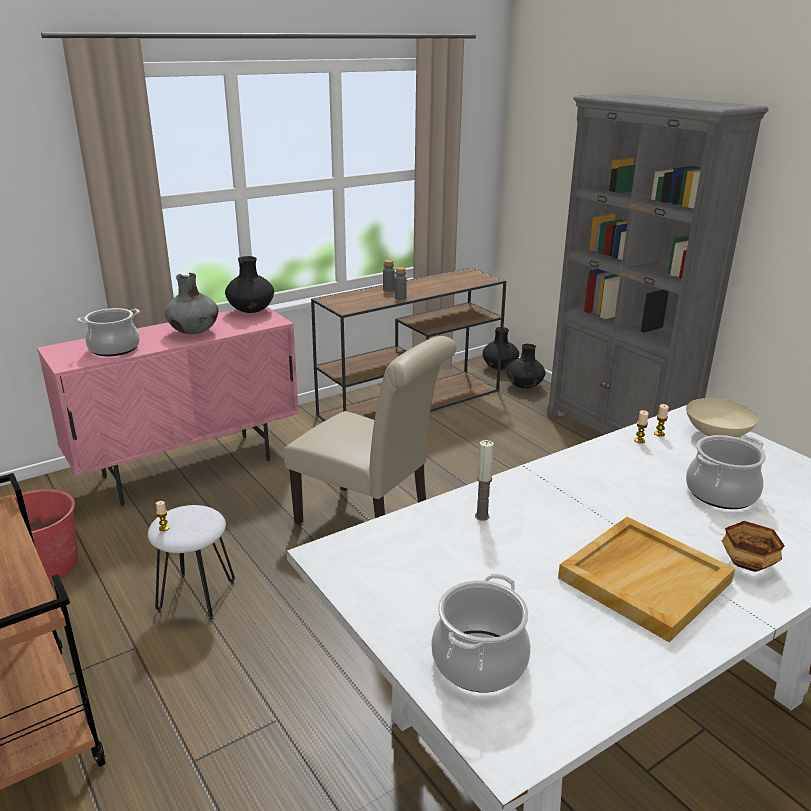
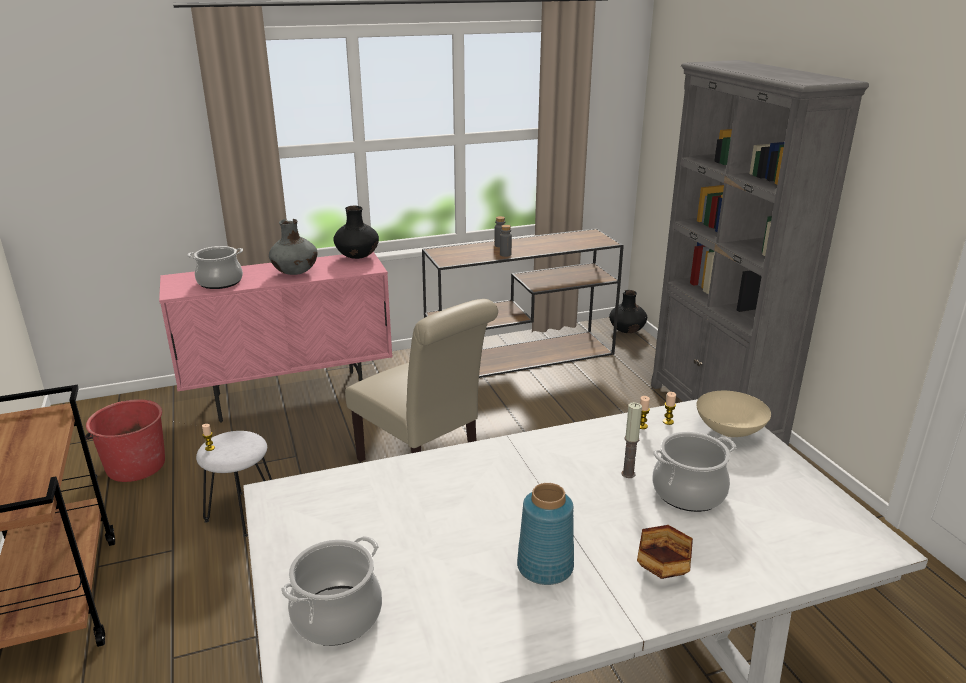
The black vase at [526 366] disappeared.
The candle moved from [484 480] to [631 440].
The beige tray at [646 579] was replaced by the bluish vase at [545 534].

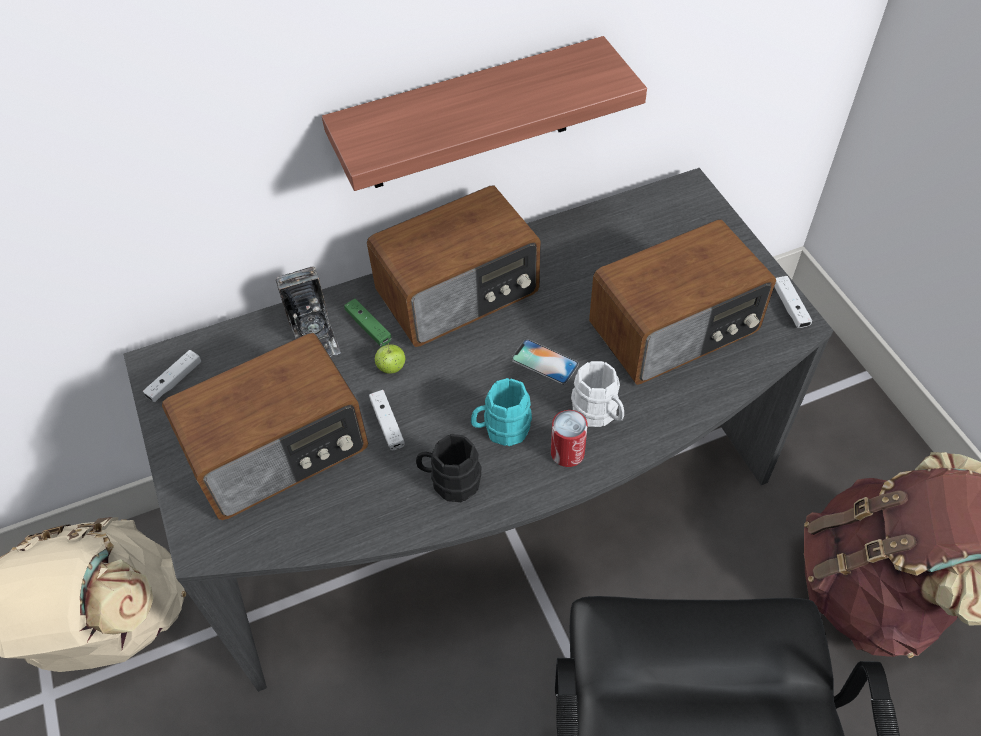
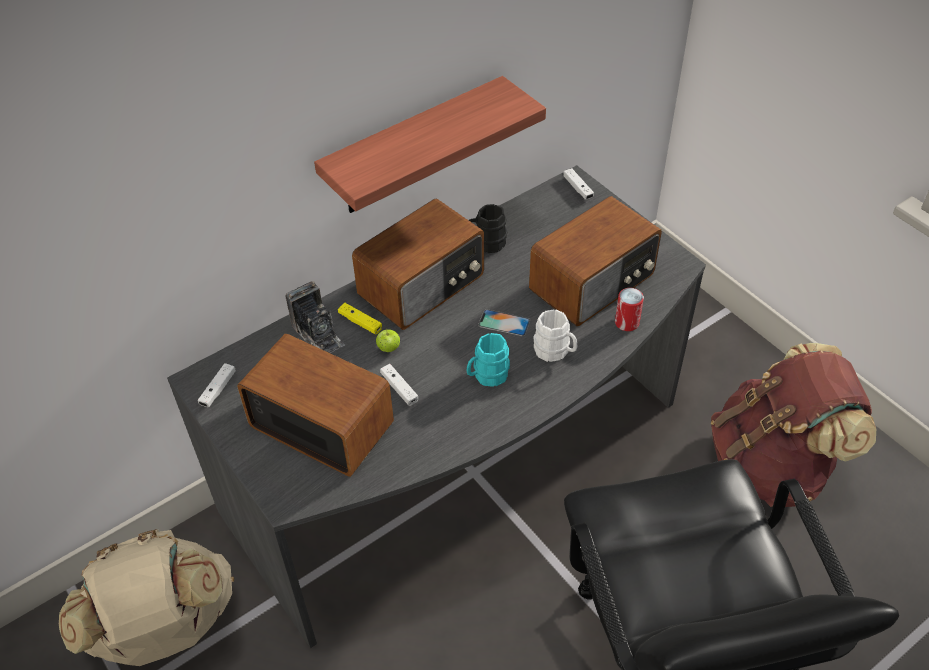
The whitish joypad moved from [793 302] to [578 184].
The greenish joypad at [367 322] became the yellowish joypad at [360 318].
The radio at [265 426] turned 105 degrees counterclockwise.
The sealed can moved from [569 438] to [629 309].
The black mug moved from [448 468] to [488 228].

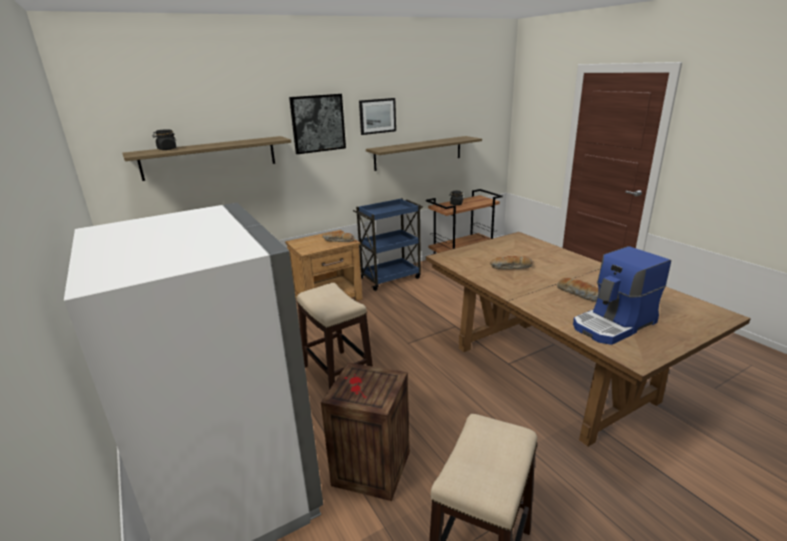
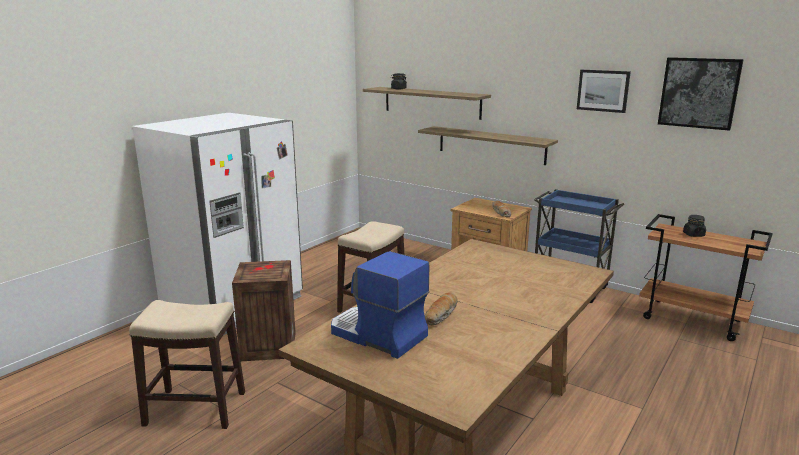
The wall art moved from [317 124] to [701 94].
The shelf moved from [424 153] to [488 145].
The baked bread at [511 262] disappeared.

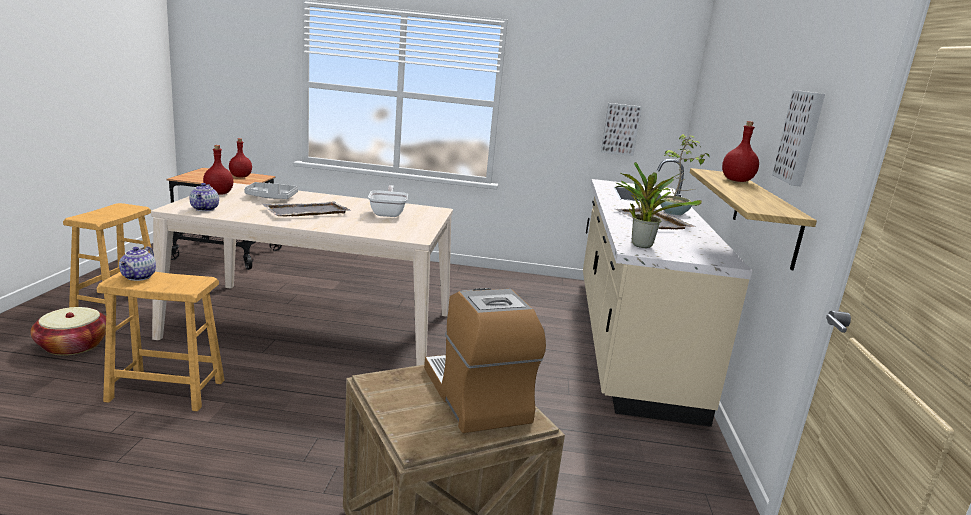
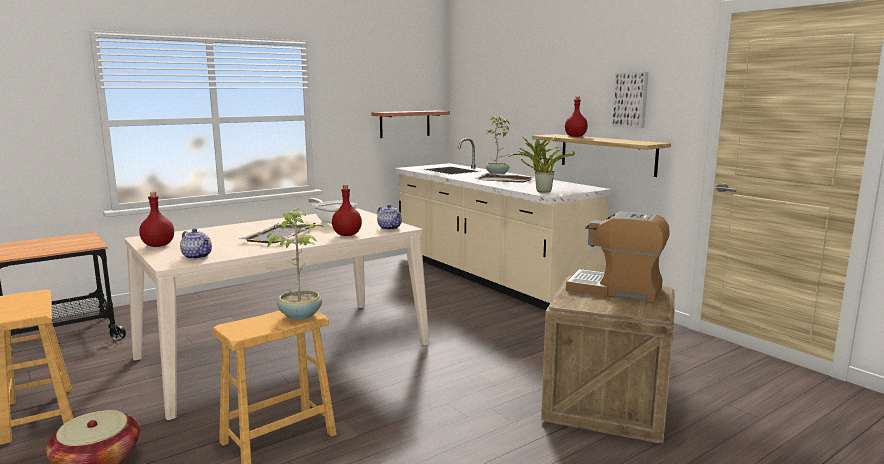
The wall art at [621 129] was replaced by the shelf at [410 124].
The red-coloured bottle moved from [240 157] to [347 210].
The grey tray at [271 190] disappeared.
The pot for tea moved from [137 263] to [389 217].
The houseplant at [293 264] appeared.

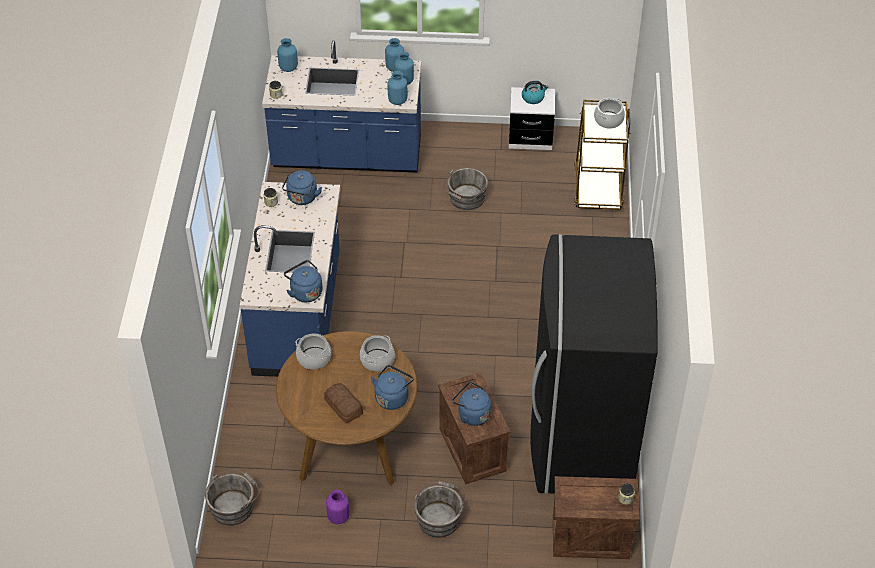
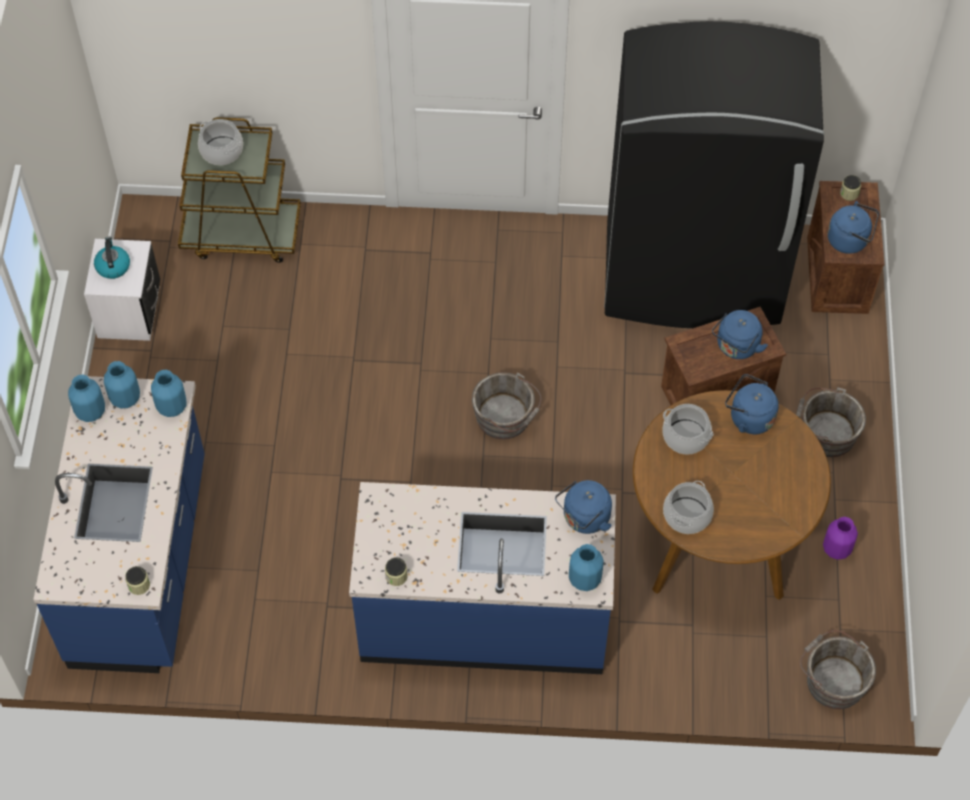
The bluish vase moved from [287 55] to [586 567].
The grey pail moved from [466 189] to [506 405].
The bluish kettle moved from [302 188] to [853 227].
The baked bread at [343 403] disappeared.

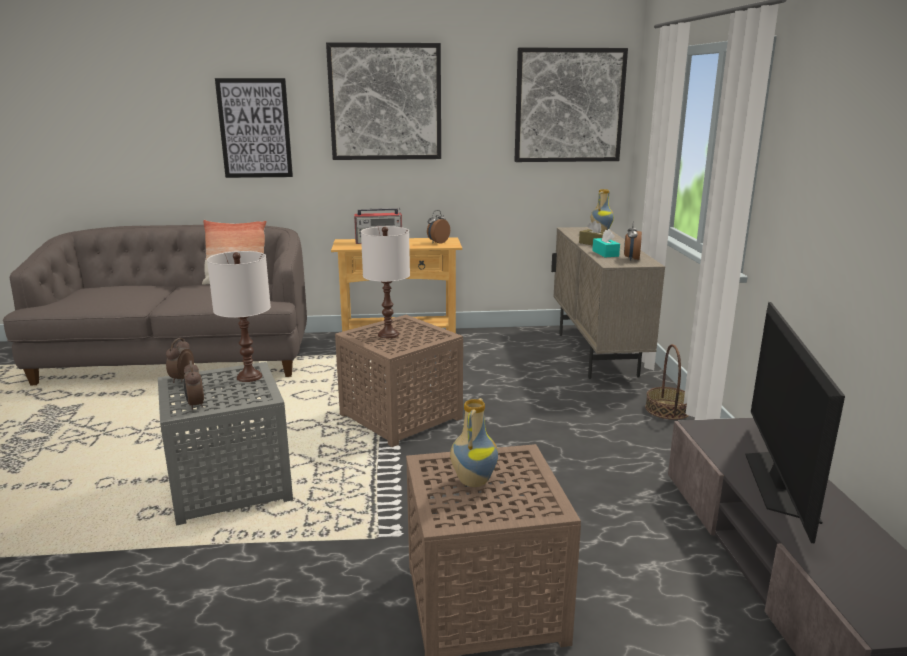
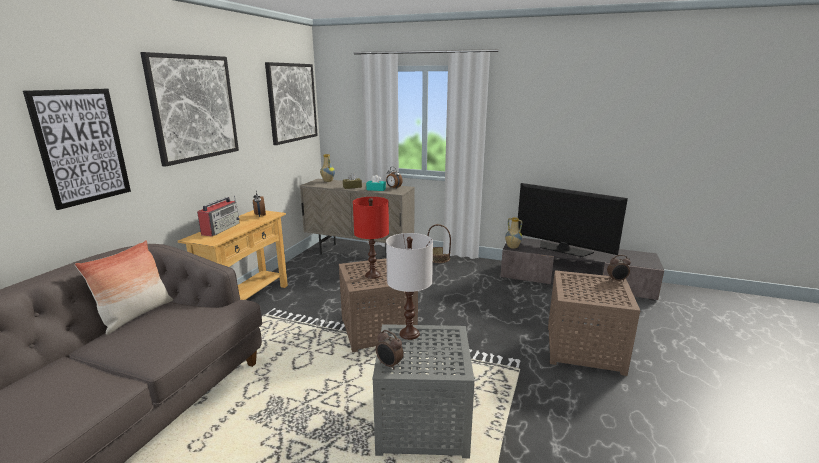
The whitish table lamp at [385 282] became the red-coloured table lamp at [371 238].
The bedside clock moved from [194 385] to [619 268].
The vase moved from [474 442] to [513 233].

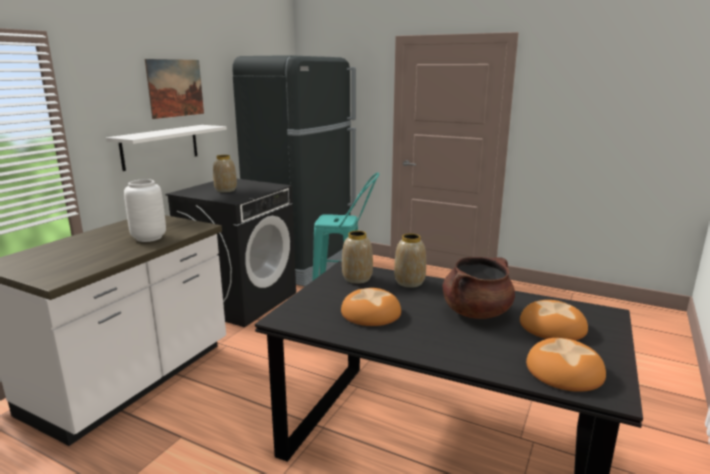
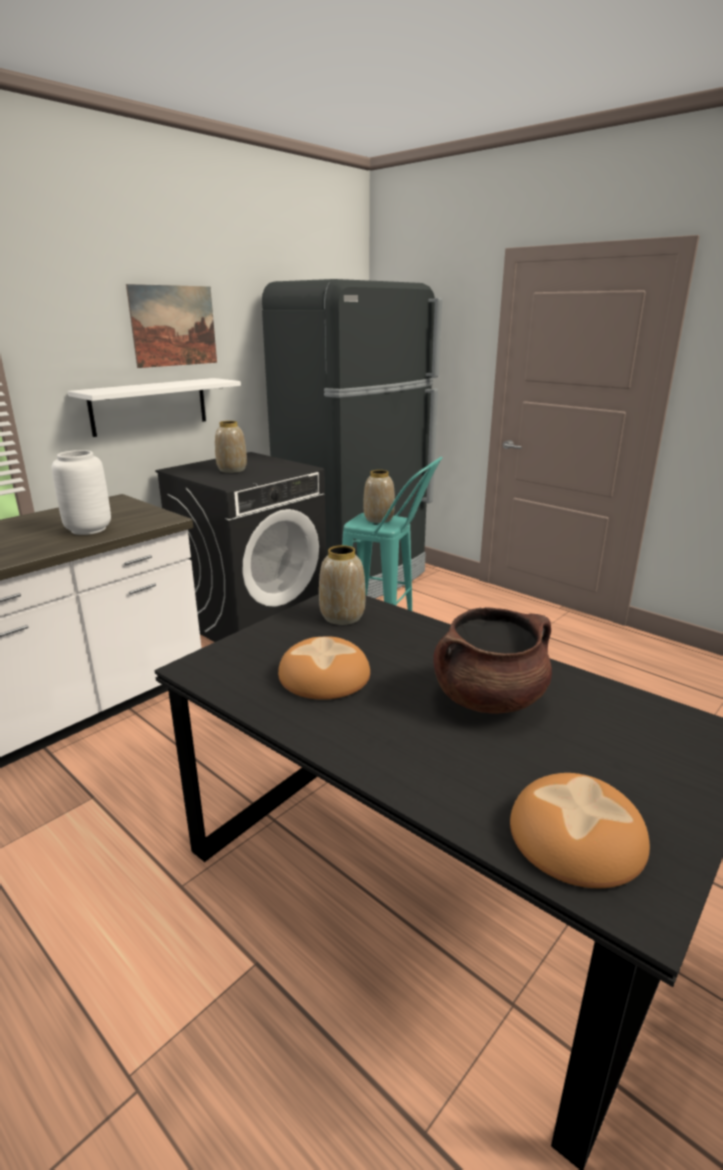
The vase moved from [410 260] to [379 496].
The baked bread at [554 320] disappeared.

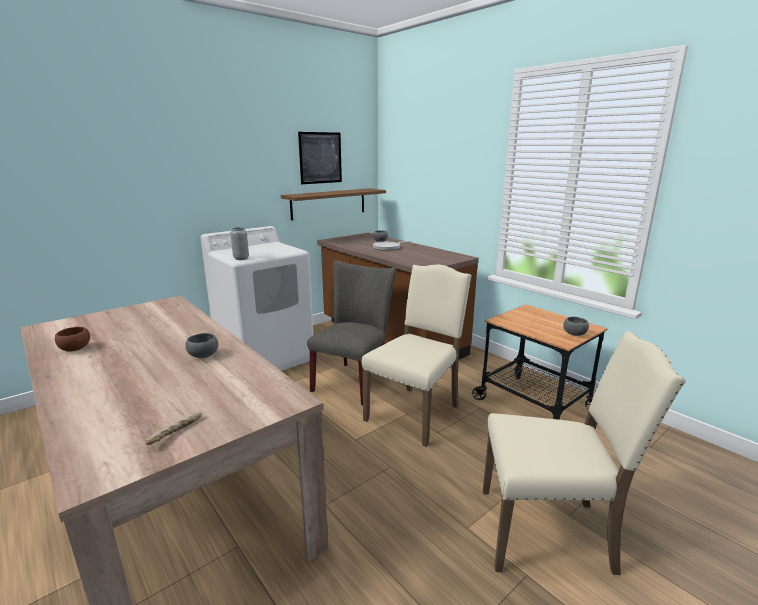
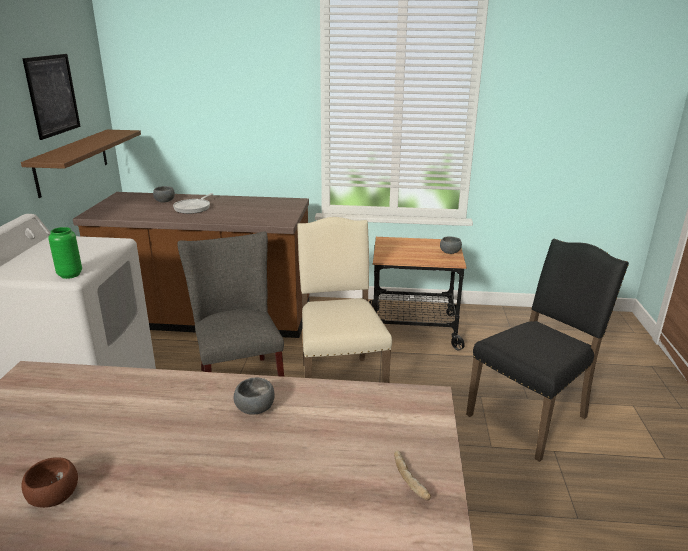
The grey vase at [239 243] became the greenish vase at [65 253].
The beige upright chair at [584 453] became the black upright chair at [547 350].

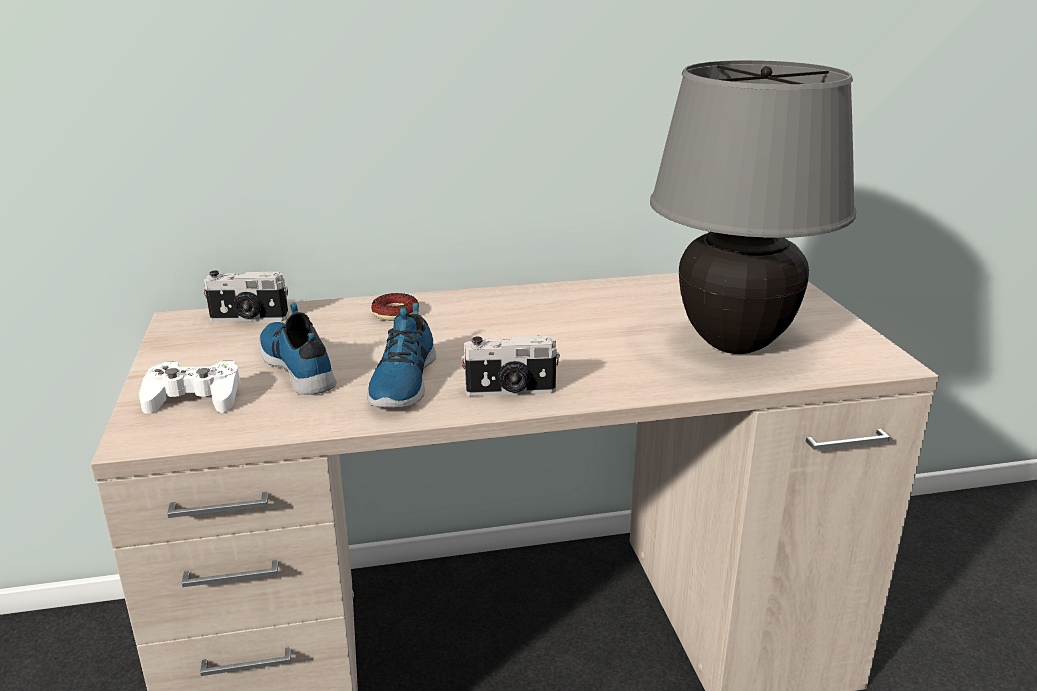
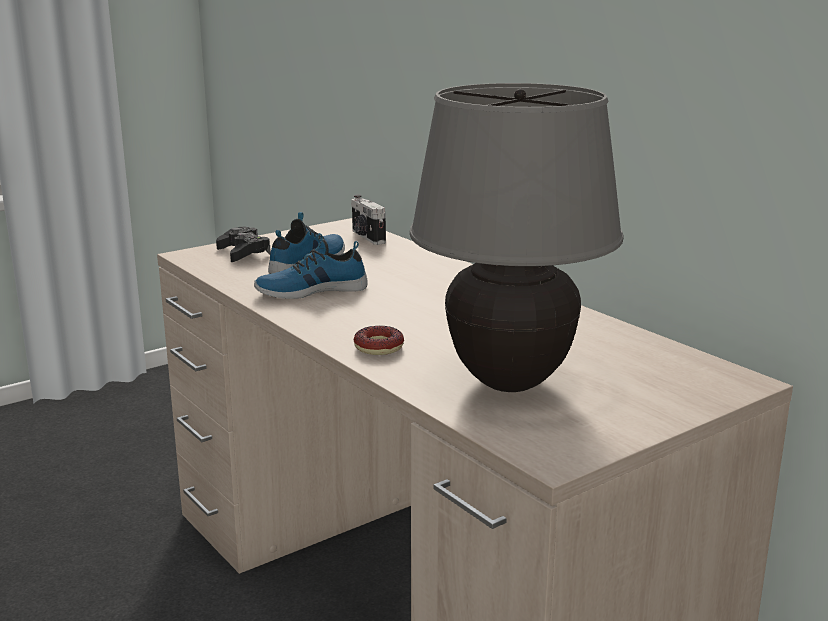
The donut moved from [395 307] to [379 340].
The photo camera at [510 366] disappeared.
The whitish joypad at [190 387] became the black joypad at [243 244].

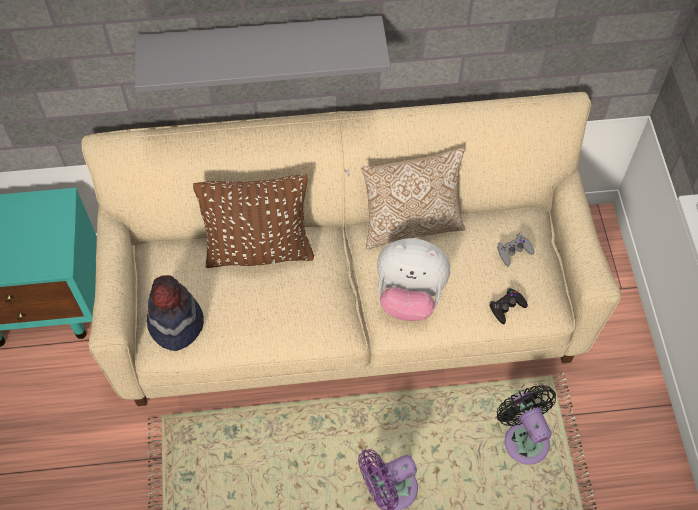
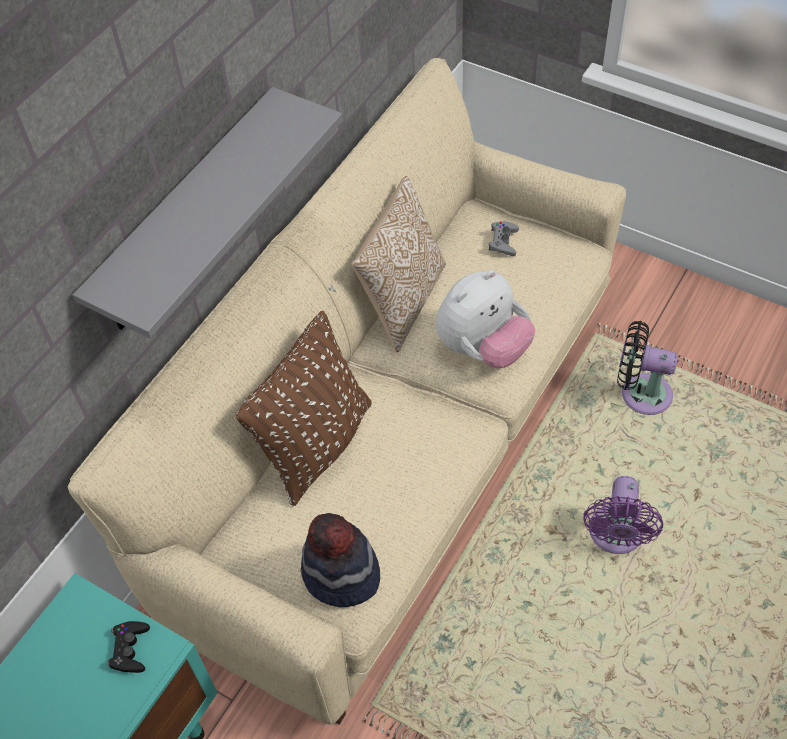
The black joypad moved from [508 306] to [128 647].

